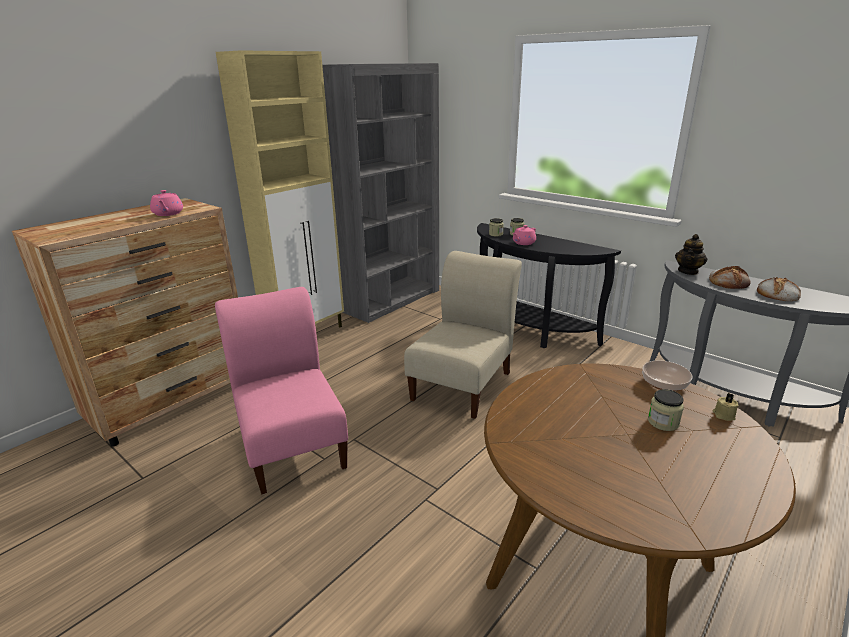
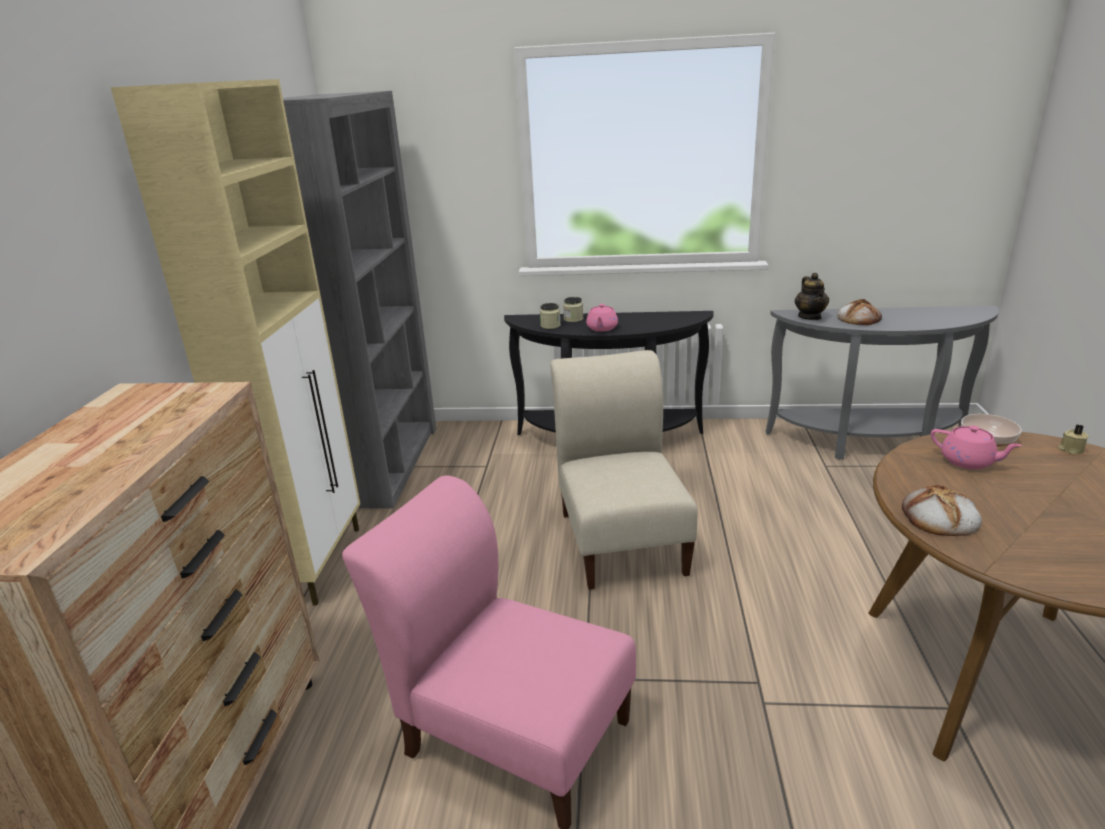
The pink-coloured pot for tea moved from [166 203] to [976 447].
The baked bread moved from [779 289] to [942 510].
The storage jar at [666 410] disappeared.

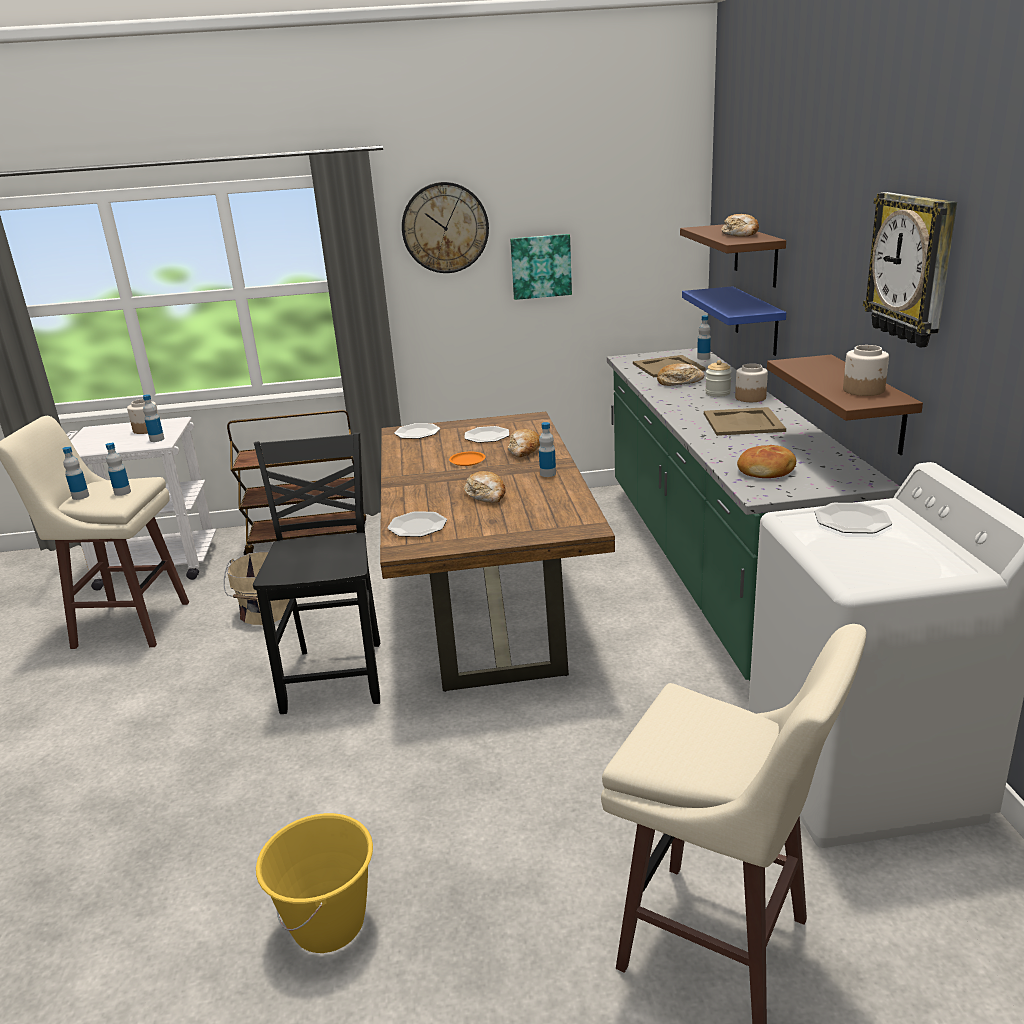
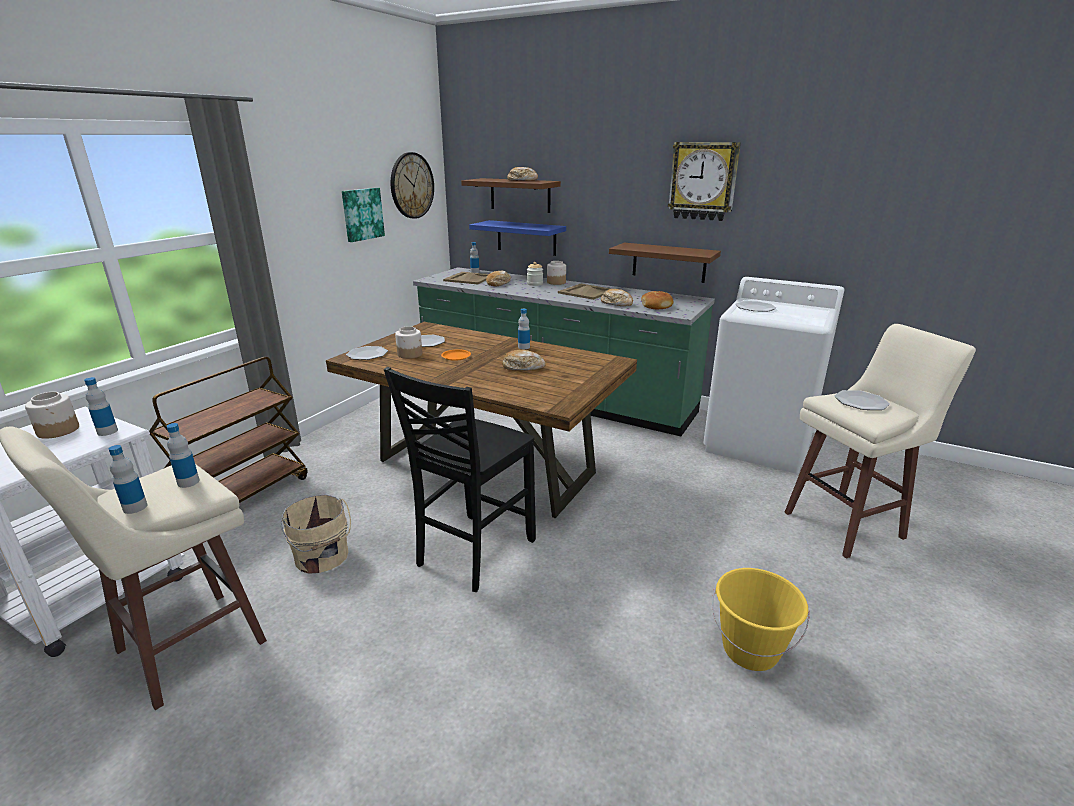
The hanging clock moved from [445 227] to [412 185].
The storage jar moved from [866 370] to [408 342].
The baked bread moved from [524 443] to [617 297].
The black upright chair at [316 573] turned 90 degrees counterclockwise.
The flat dish moved from [417 524] to [862 400].

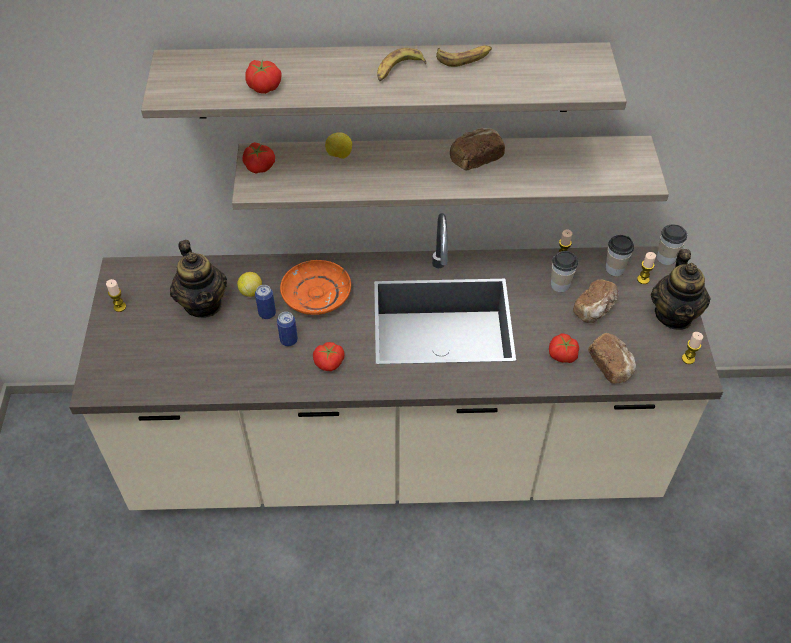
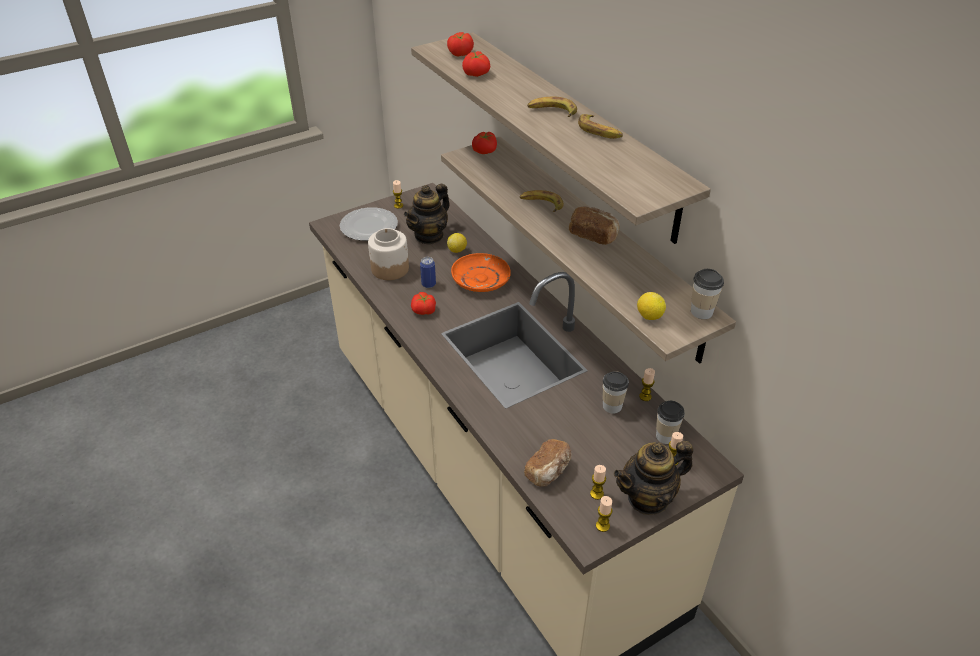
The citrus fruit moved from [338 145] to [651 306].
The drinking cup moved from [672 244] to [707 294].
The baked bread at [596 301] disappeared.
The sealed can at [265 302] disappeared.
The fresh tomato moved from [564 348] to [460 44].
The banana fruit at [542 201] appeared.
The flat dish at [369 224] appeared.
The storage jar at [388 254] appeared.
The candle at [598 482] appeared.

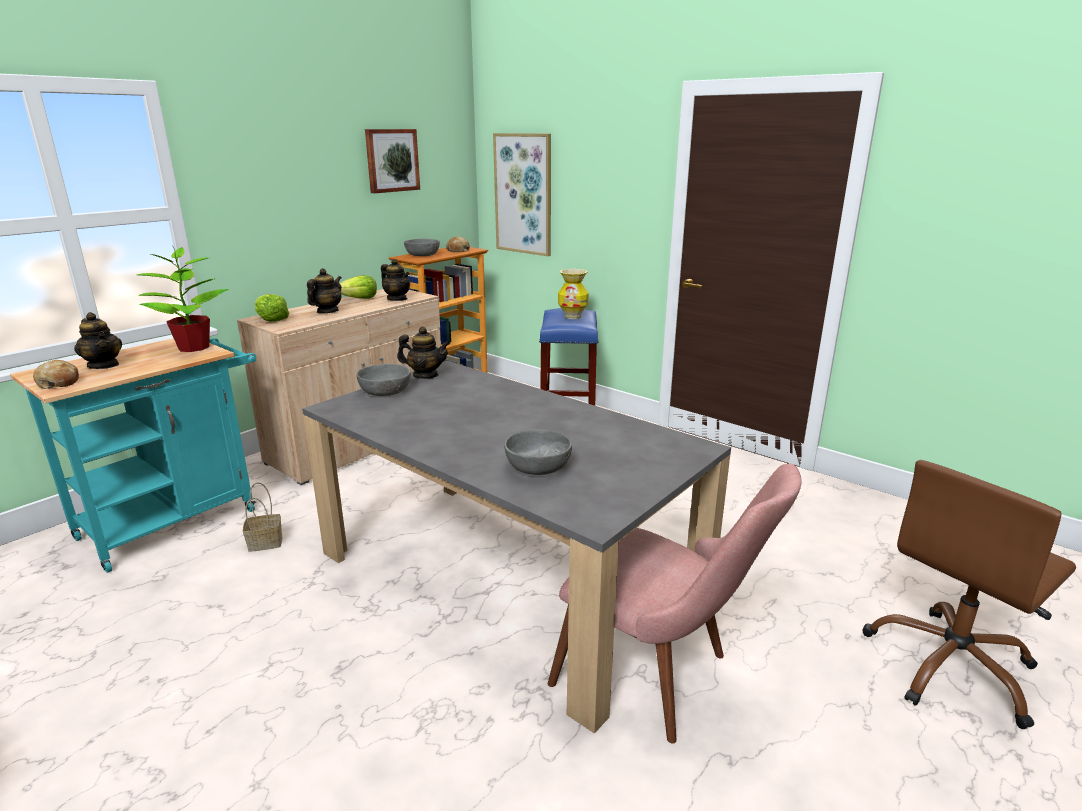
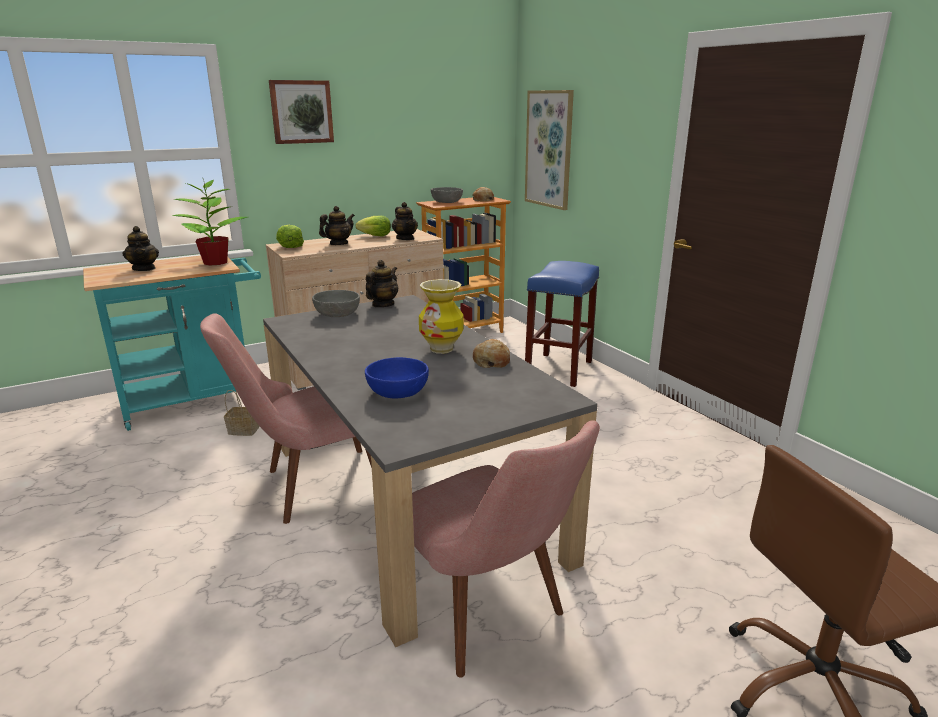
The wall art moved from [392 161] to [301 112].
The vase moved from [573 294] to [441 316].
The pot for tea at [423 353] turned 90 degrees counterclockwise.
The baked bread moved from [56 374] to [491 353].
The grey serving bowl at [538 452] became the bluish serving bowl at [397 377].
The pink-coloured upright chair at [286 418] appeared.

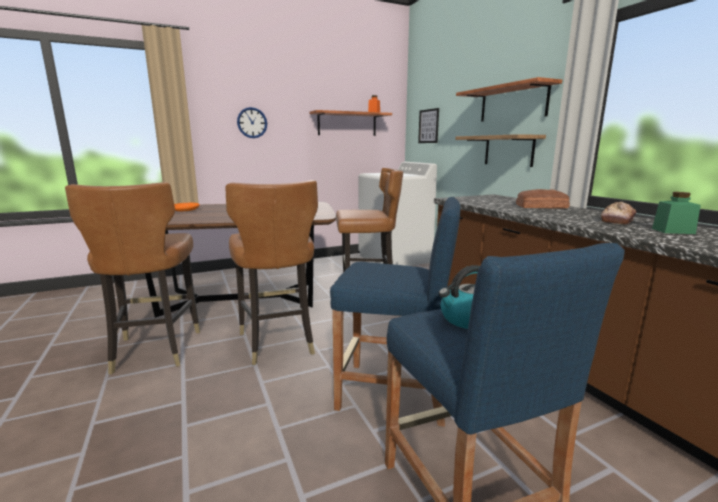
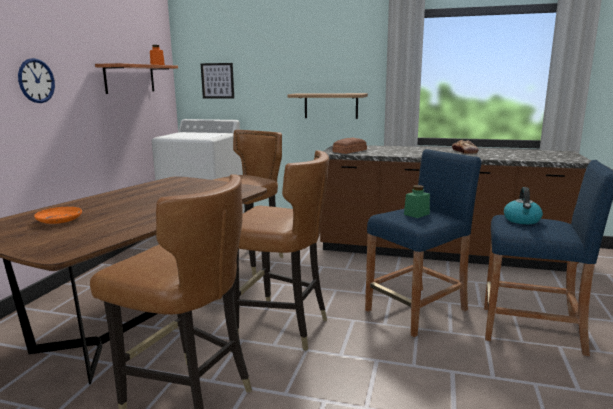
The shelf at [509 99] disappeared.
The baked bread moved from [543 198] to [349 145].
The greenish storage jar moved from [676 213] to [417 201].

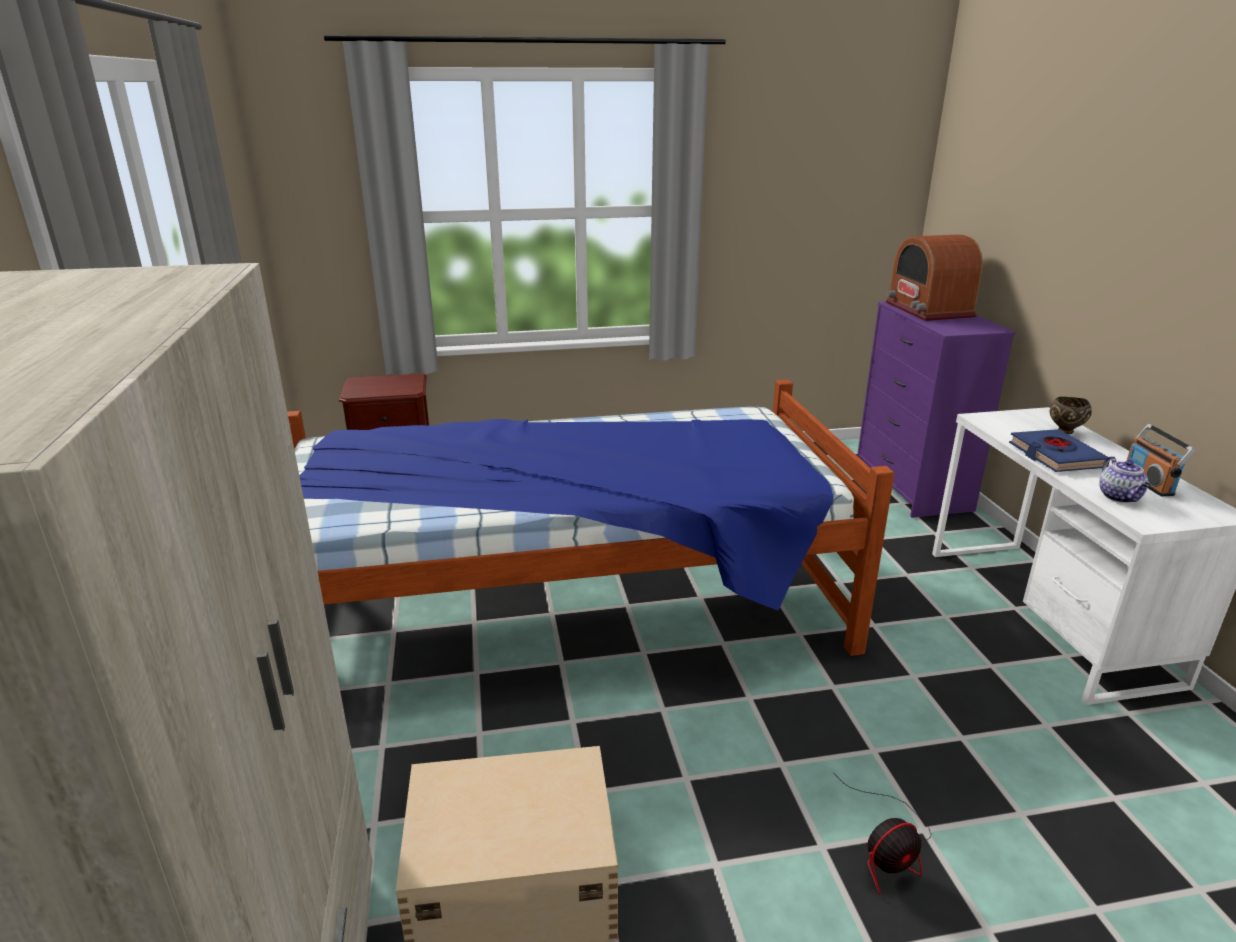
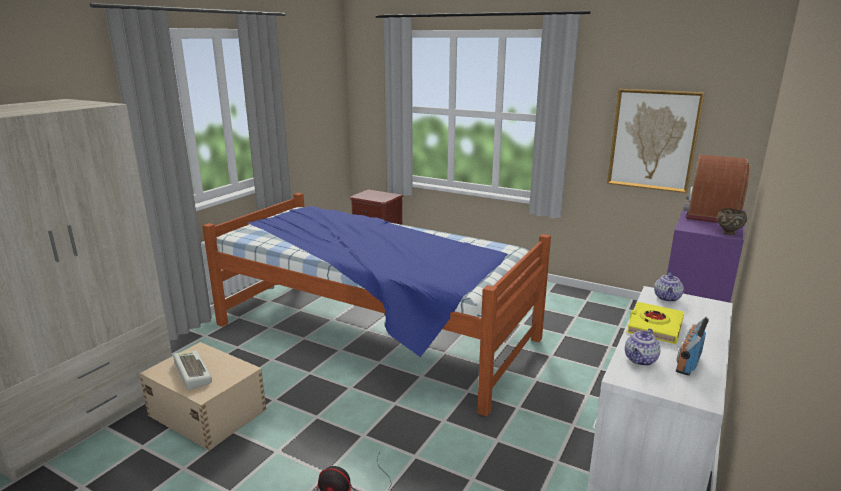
The brown serving bowl moved from [1071 415] to [732 221].
The bluish volume at [1059 450] became the yellowish volume at [655 323].
The wall art at [656 141] appeared.
The pot for tea at [669 287] appeared.
The PC keyboard at [192 370] appeared.

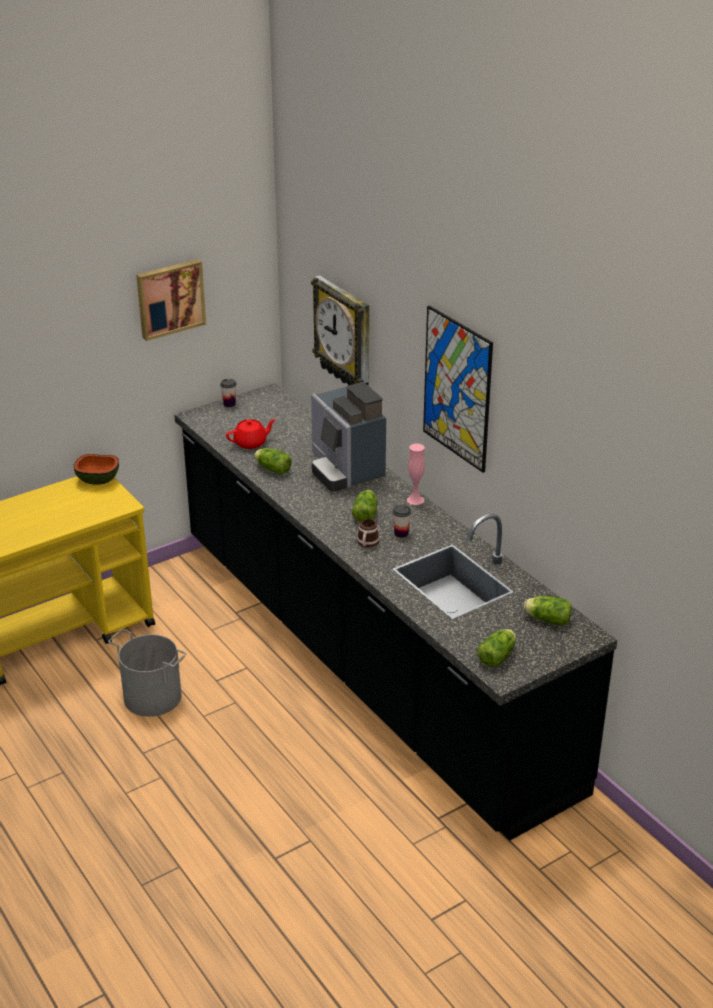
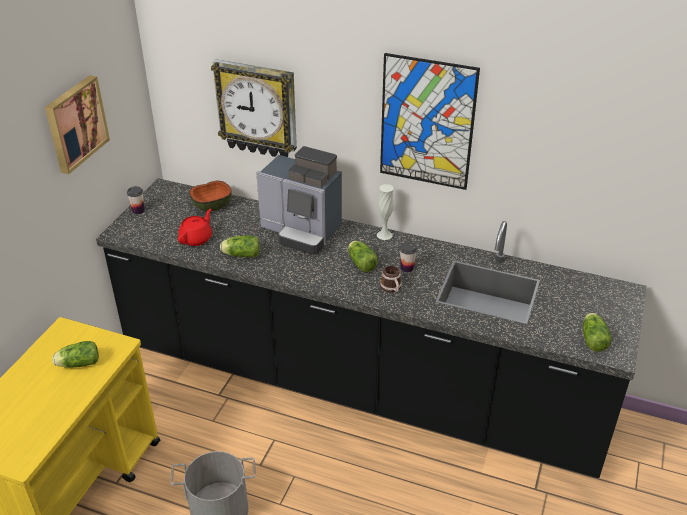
The pink-coloured vase at [416 474] became the whitish vase at [385 212].
The serving bowl moved from [96 469] to [210 195].
The lettuce head moved from [548 611] to [75 354].

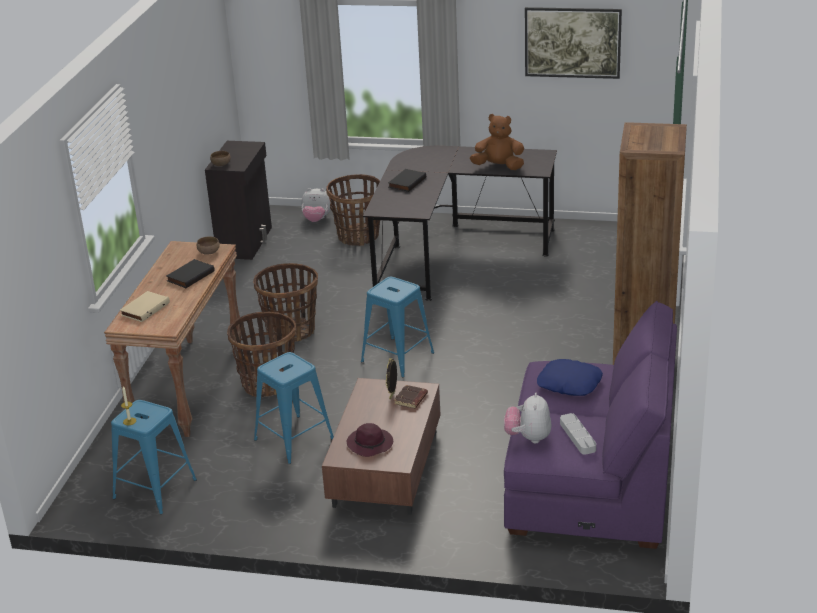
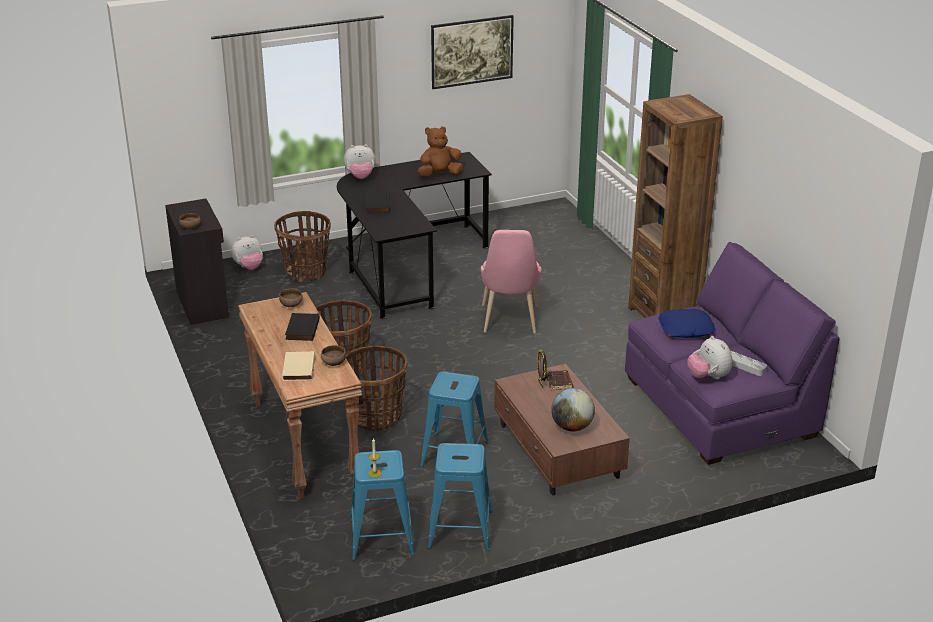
The bluish stool moved from [397 327] to [460 497].
The purplish clothing hat at [370 440] was replaced by the globe at [573 409].
The soft toy at [359 161] appeared.
The pink-coloured upright chair at [511 282] appeared.
The brown serving bowl at [333 355] appeared.

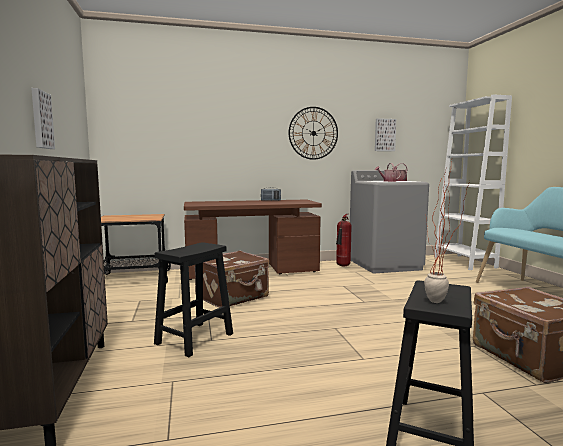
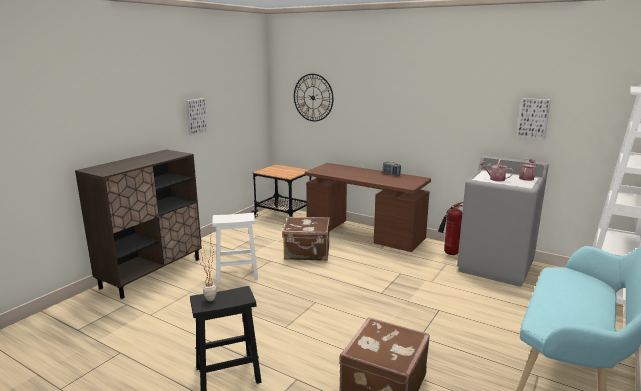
The hanging clock moved from [313 133] to [314 97].
The black stool at [193 299] became the whitish stool at [235 248].

